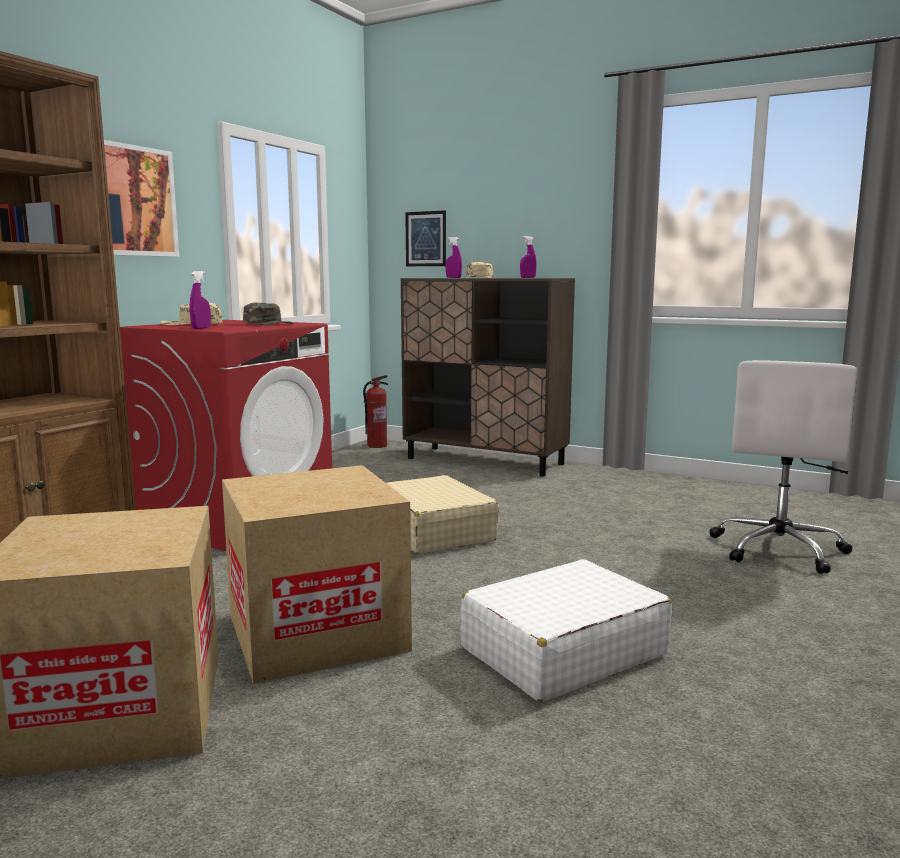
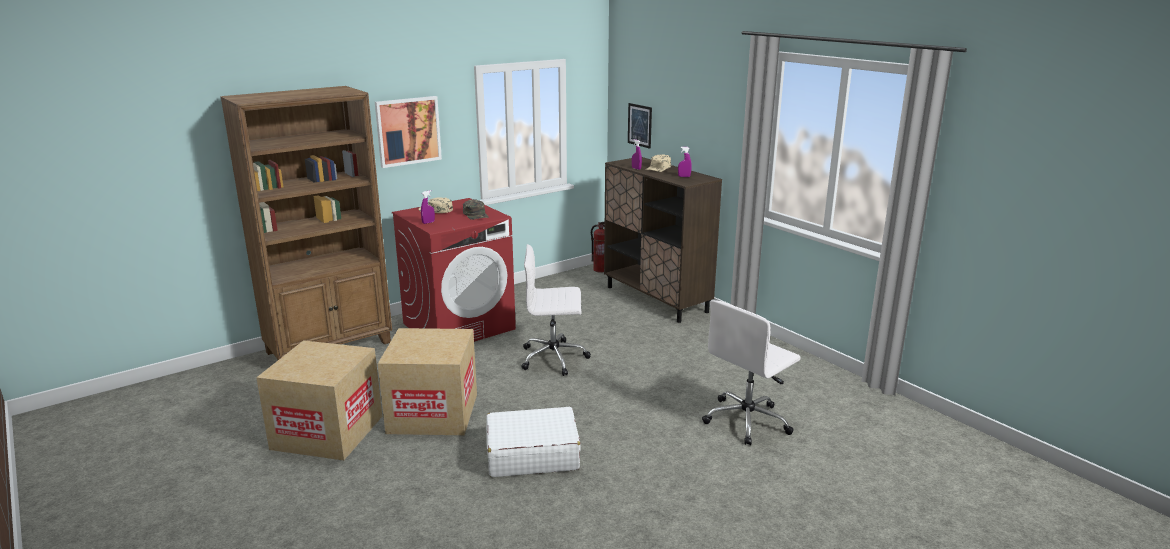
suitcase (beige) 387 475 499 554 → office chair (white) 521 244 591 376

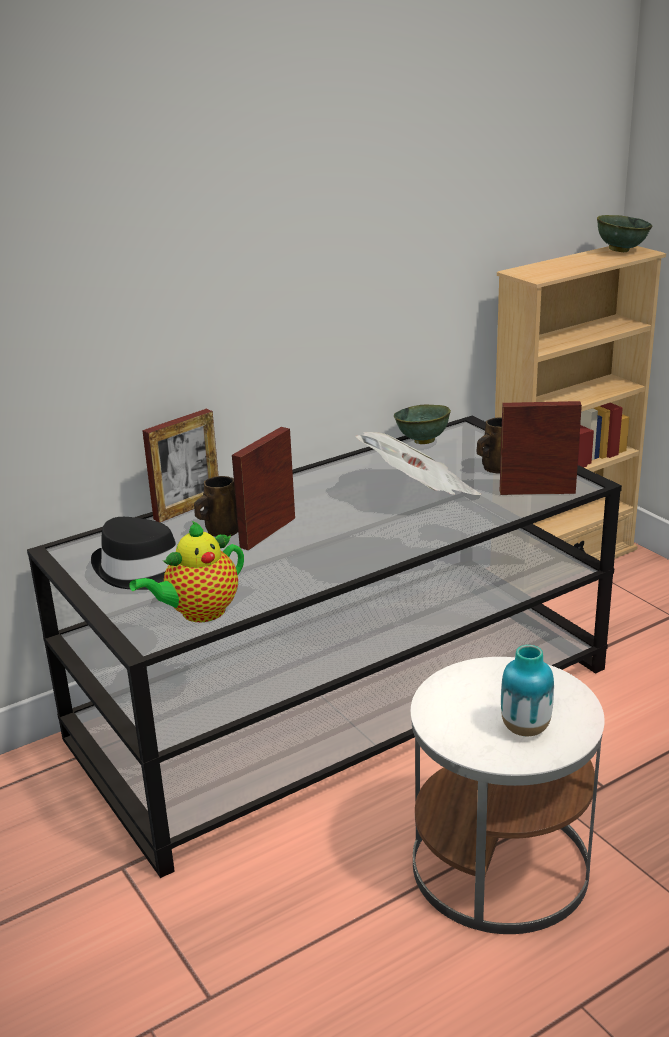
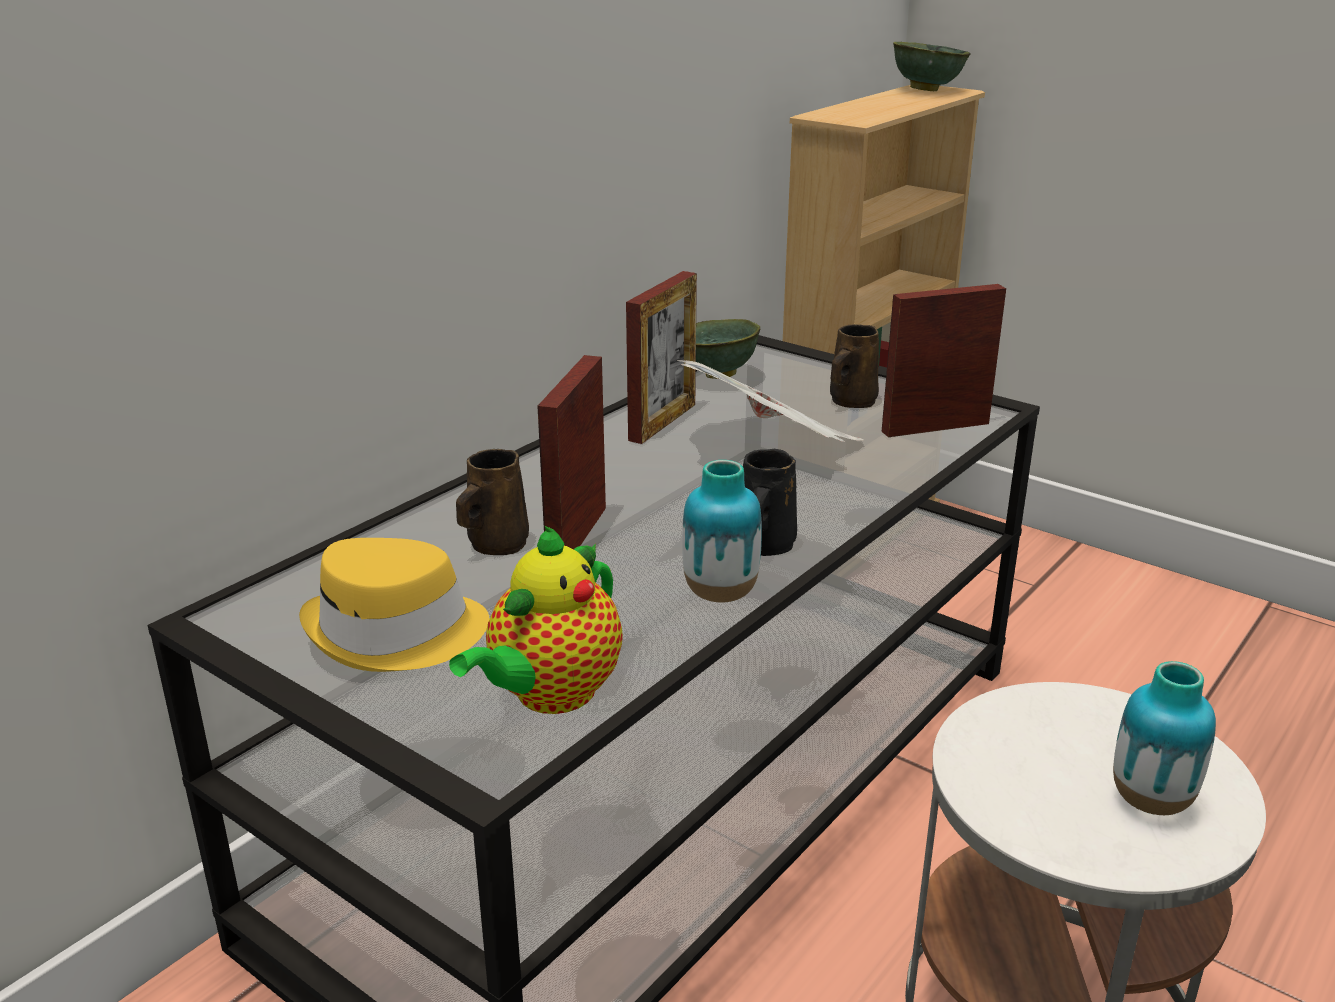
hat (black) 91 517 177 590 → hat (yellow) 299 538 489 672
picture frame 142 409 219 522 → picture frame 626 271 697 444, shifted
- → vase 682 460 762 603
- → mug (black) 743 449 797 556

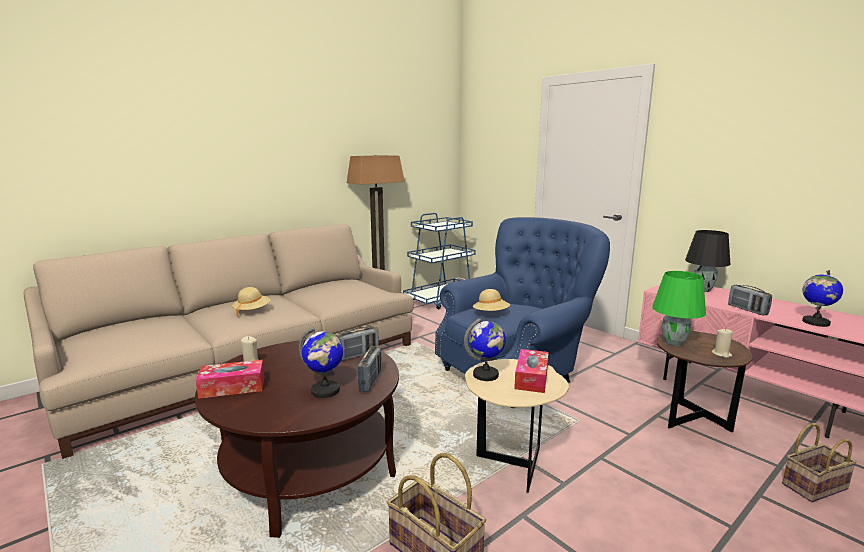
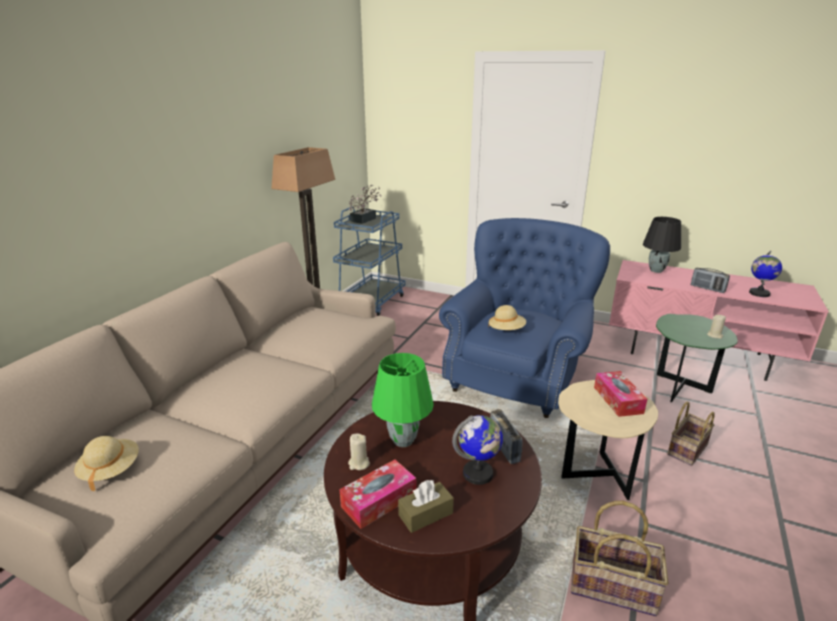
hat (beige) 232 287 271 316 → hat (beige) 74 436 139 492, shifted
- → potted plant 349 185 381 224
table lamp (green) 652 271 706 346 → table lamp (green) 372 353 434 447, shifted
- → tissue box (brown) 398 480 454 533
side table (brown) 657 330 753 432 → side table (green) 656 314 738 403
basket 782 423 857 502 → basket 667 402 715 466, shifted
radio 336 327 379 361 → -
globe 464 318 506 381 → -

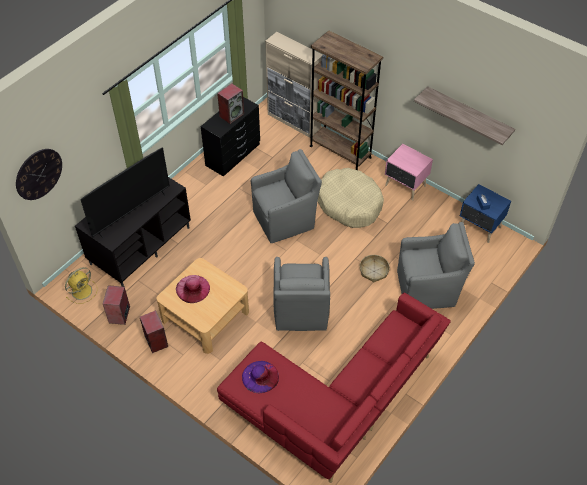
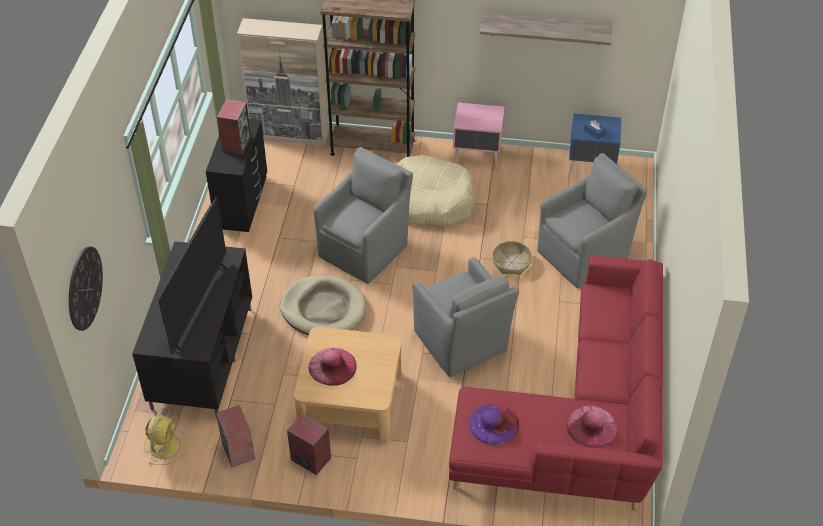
- → dog bed (beige) 280 275 366 335
- → hat (pink) 567 406 617 448

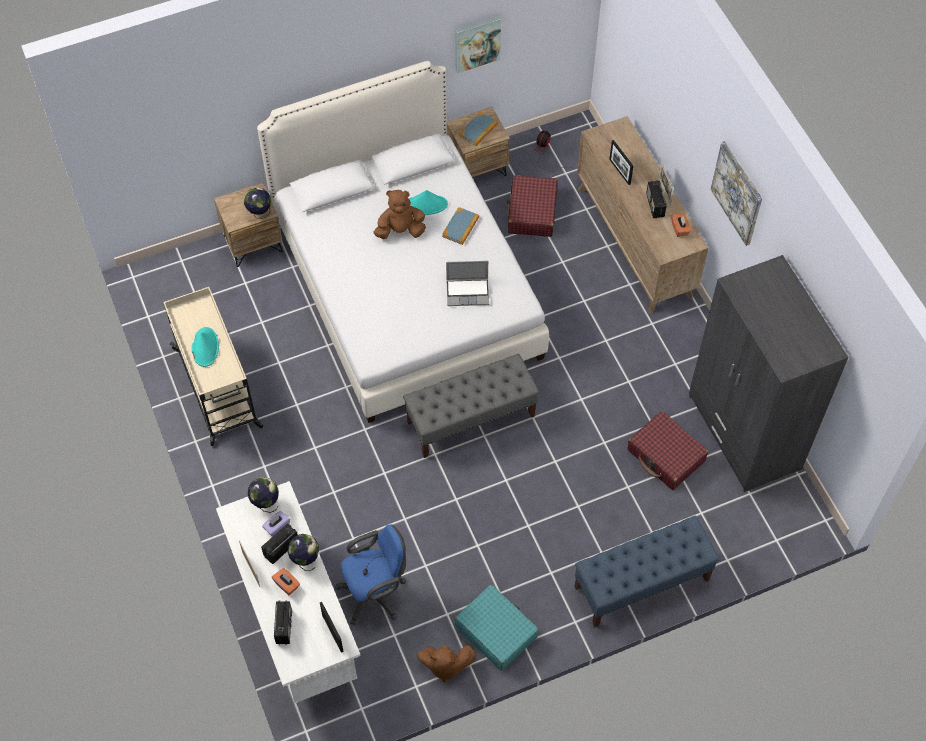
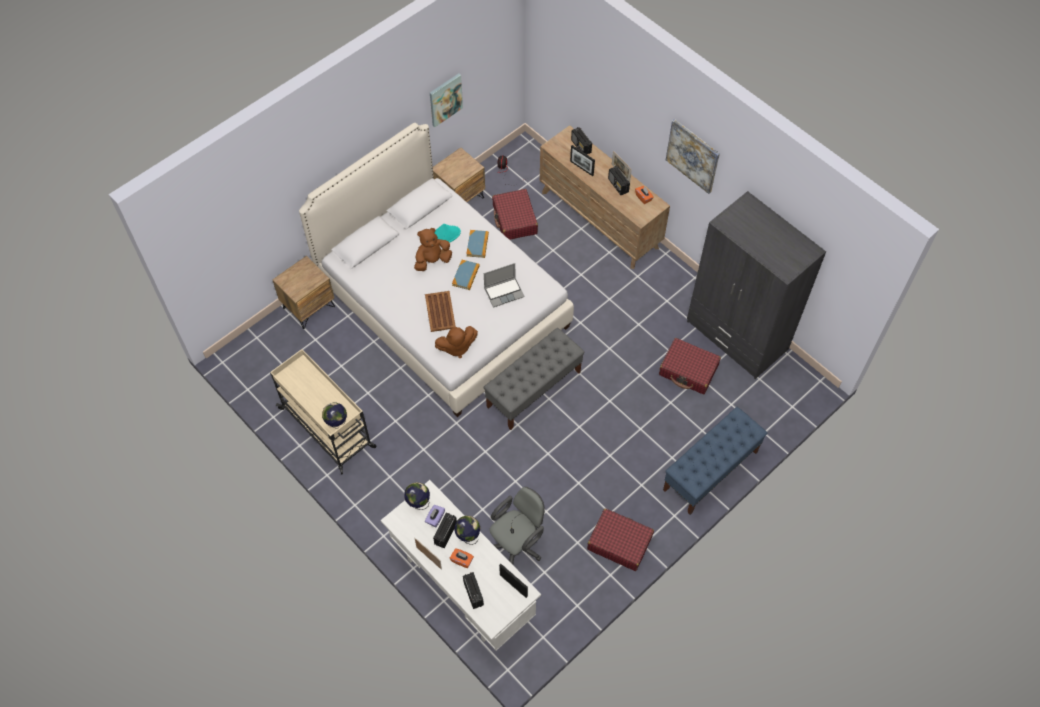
globe 244 187 271 219 → globe 322 403 347 429, shifted
- → tray (brown) 425 291 456 332
plush toy (brown) 417 645 476 682 → plush toy (brown) 435 326 478 358, shifted
book 459 112 498 146 → book 452 260 480 290, shifted
office chair (blue) 335 524 407 625 → office chair (grey) 489 487 544 565
- → radio 571 127 592 154
suitcase (turquoise) 454 585 539 671 → suitcase (red) 587 509 654 571
hat (turquoise) 192 327 219 367 → -

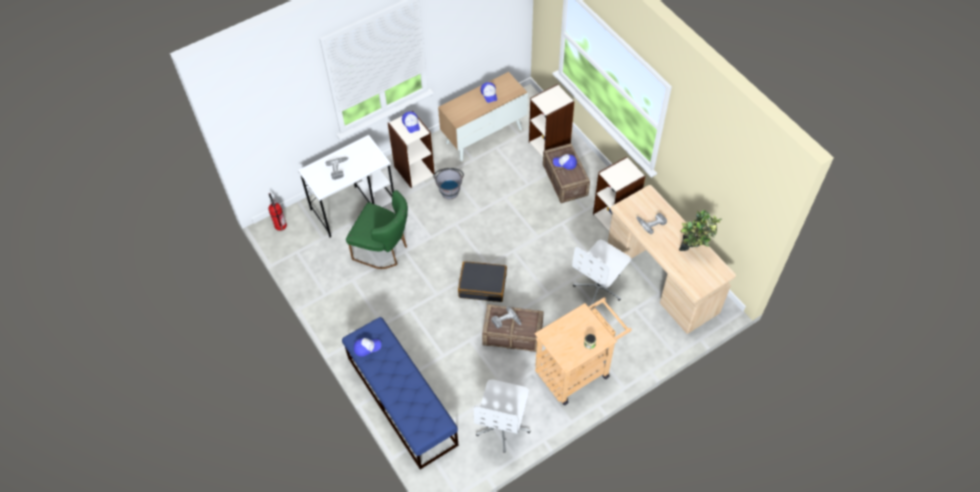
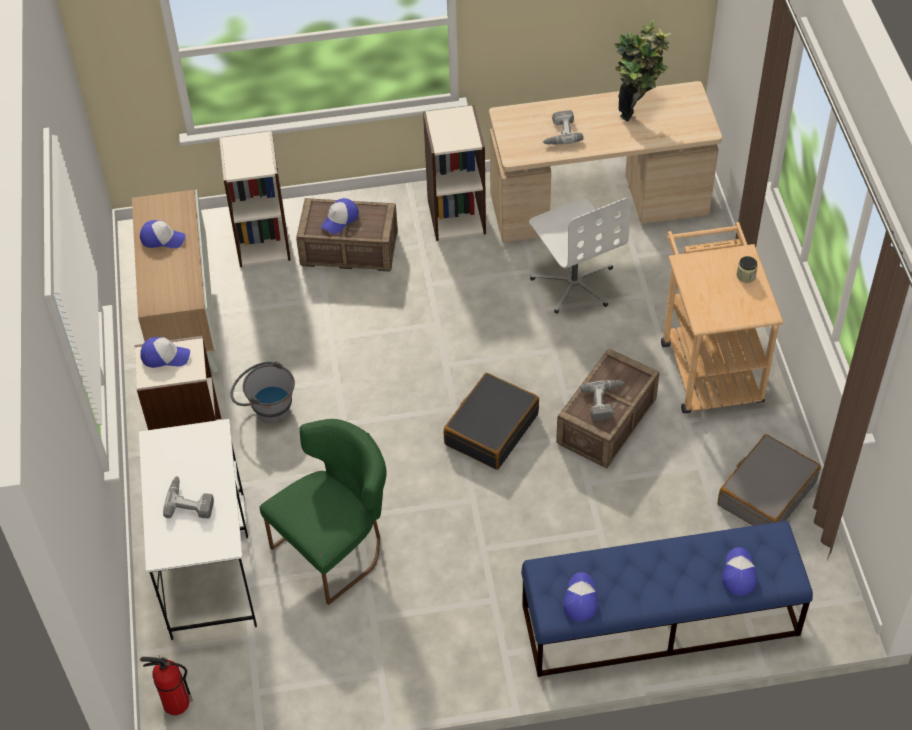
office chair (white) 474 379 530 452 → suitcase (grey) 718 434 821 526
- → cap 722 547 757 596

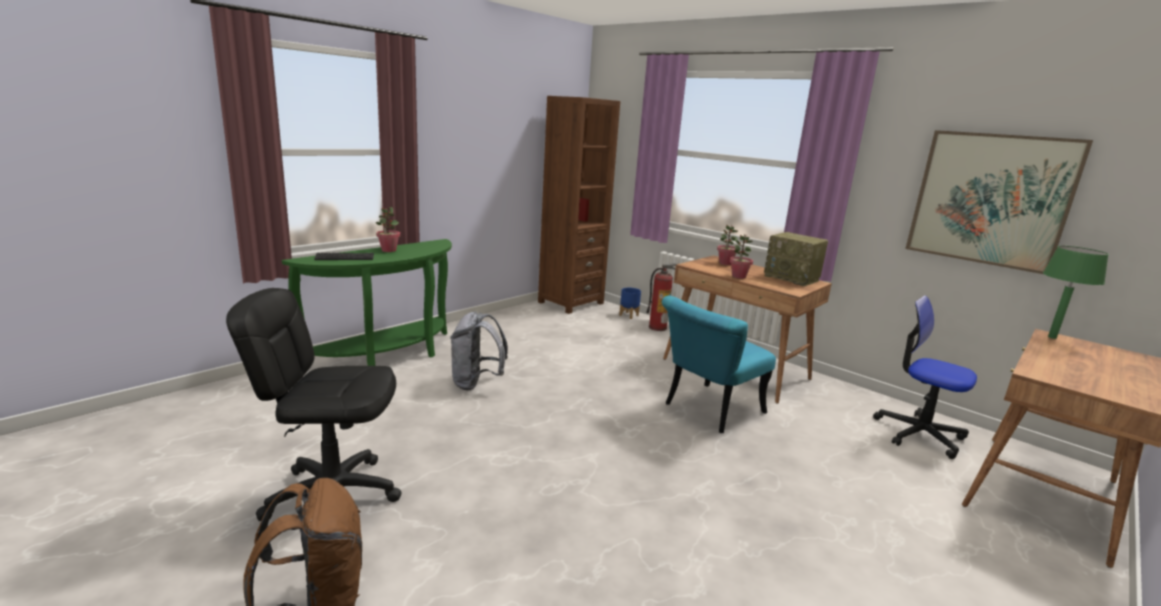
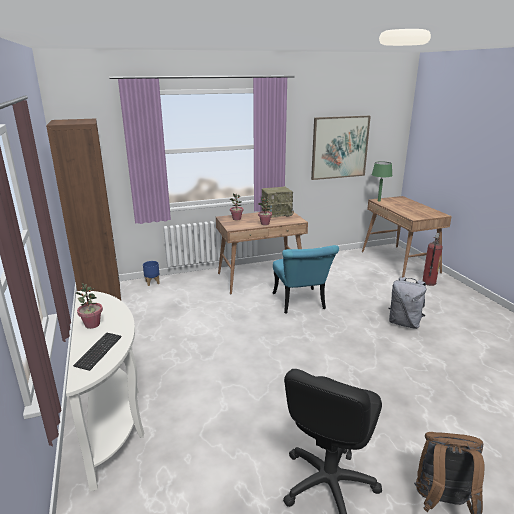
console table (green) 282 239 452 366 → console table (white) 66 291 144 491
backpack (grey) 450 312 508 390 → backpack (grey) 389 277 426 329, shifted
fire extinguisher 646 263 678 331 → fire extinguisher 422 233 443 286, shifted
office chair 873 295 977 459 → -

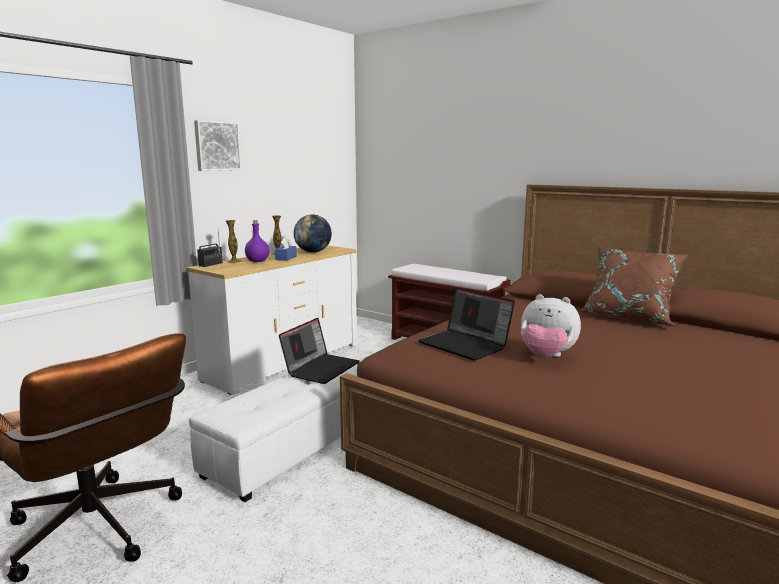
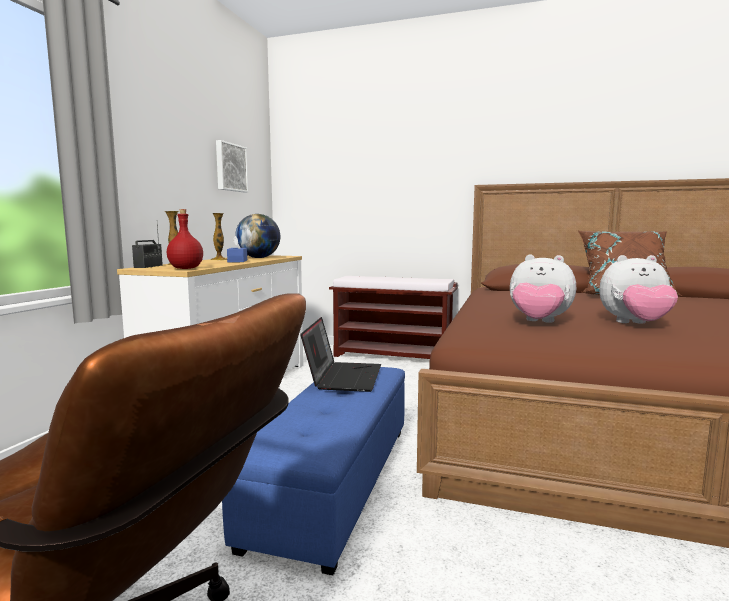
- → bottle (red) 167 209 203 269
picture 194 120 241 171 → picture 216 140 248 192, shifted
ottoman (white) 189 355 360 502 → ottoman (blue) 222 367 405 576
laptop 418 288 515 361 → plush toy 510 255 576 323
bottle (purple) 245 220 269 262 → -

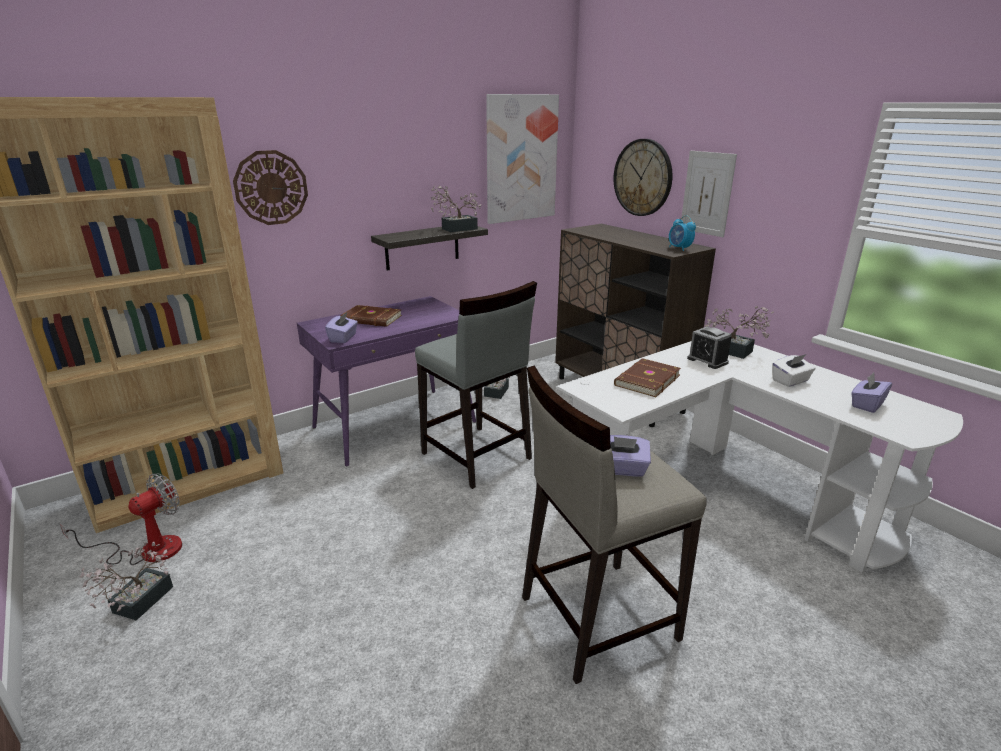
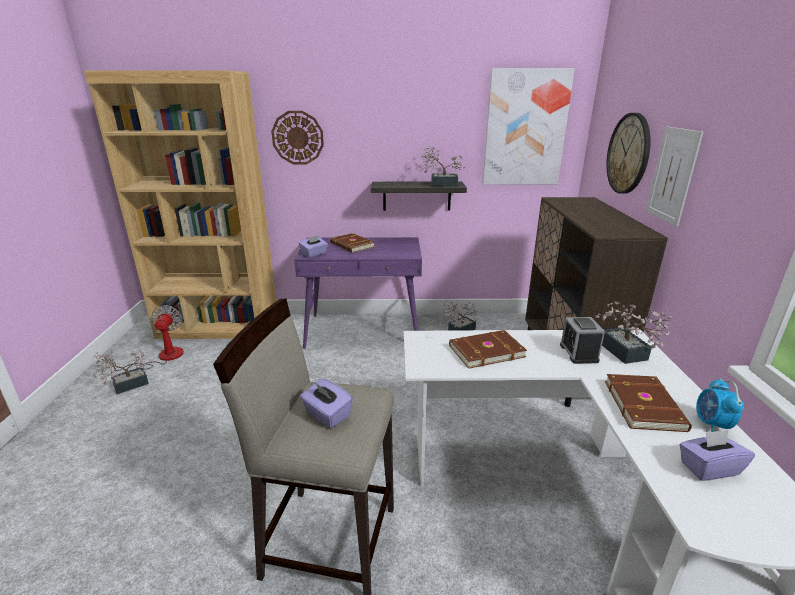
fan 60 473 182 565 → fan 104 305 184 371, 75 degrees counterclockwise
tissue box (white) 772 354 816 387 → book (brown) 605 374 692 432
alarm clock 669 216 696 251 → alarm clock 696 378 744 432, shifted
stool (grey) 415 281 537 489 → -

